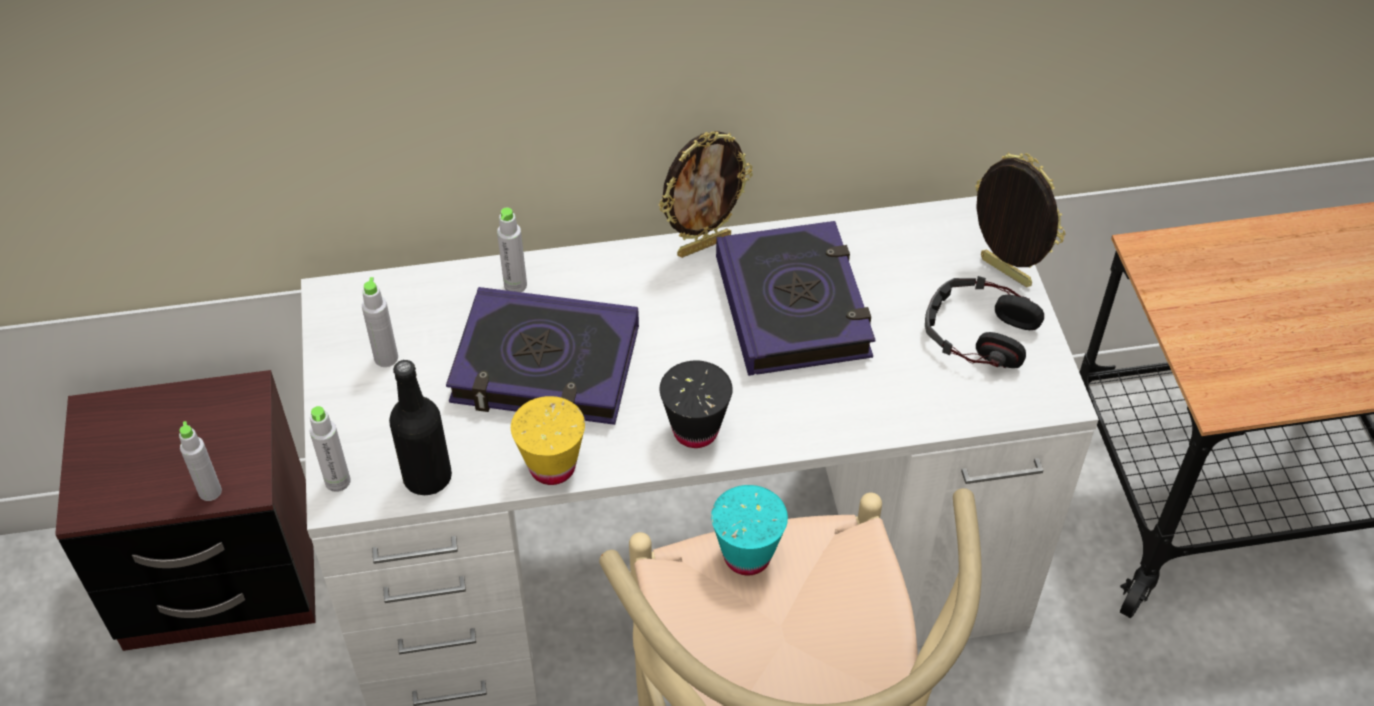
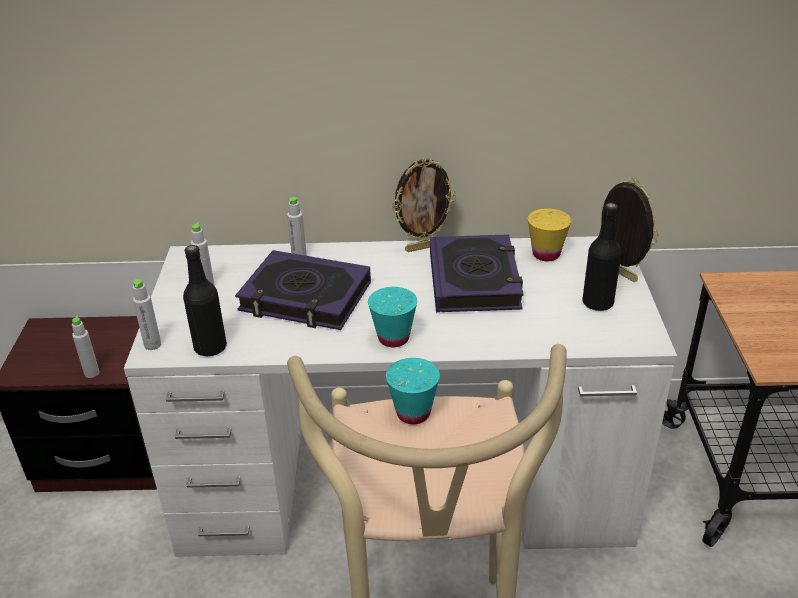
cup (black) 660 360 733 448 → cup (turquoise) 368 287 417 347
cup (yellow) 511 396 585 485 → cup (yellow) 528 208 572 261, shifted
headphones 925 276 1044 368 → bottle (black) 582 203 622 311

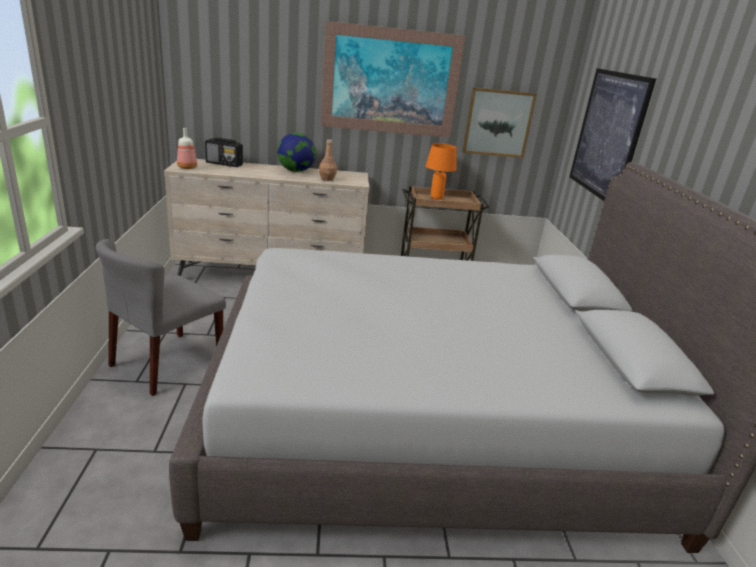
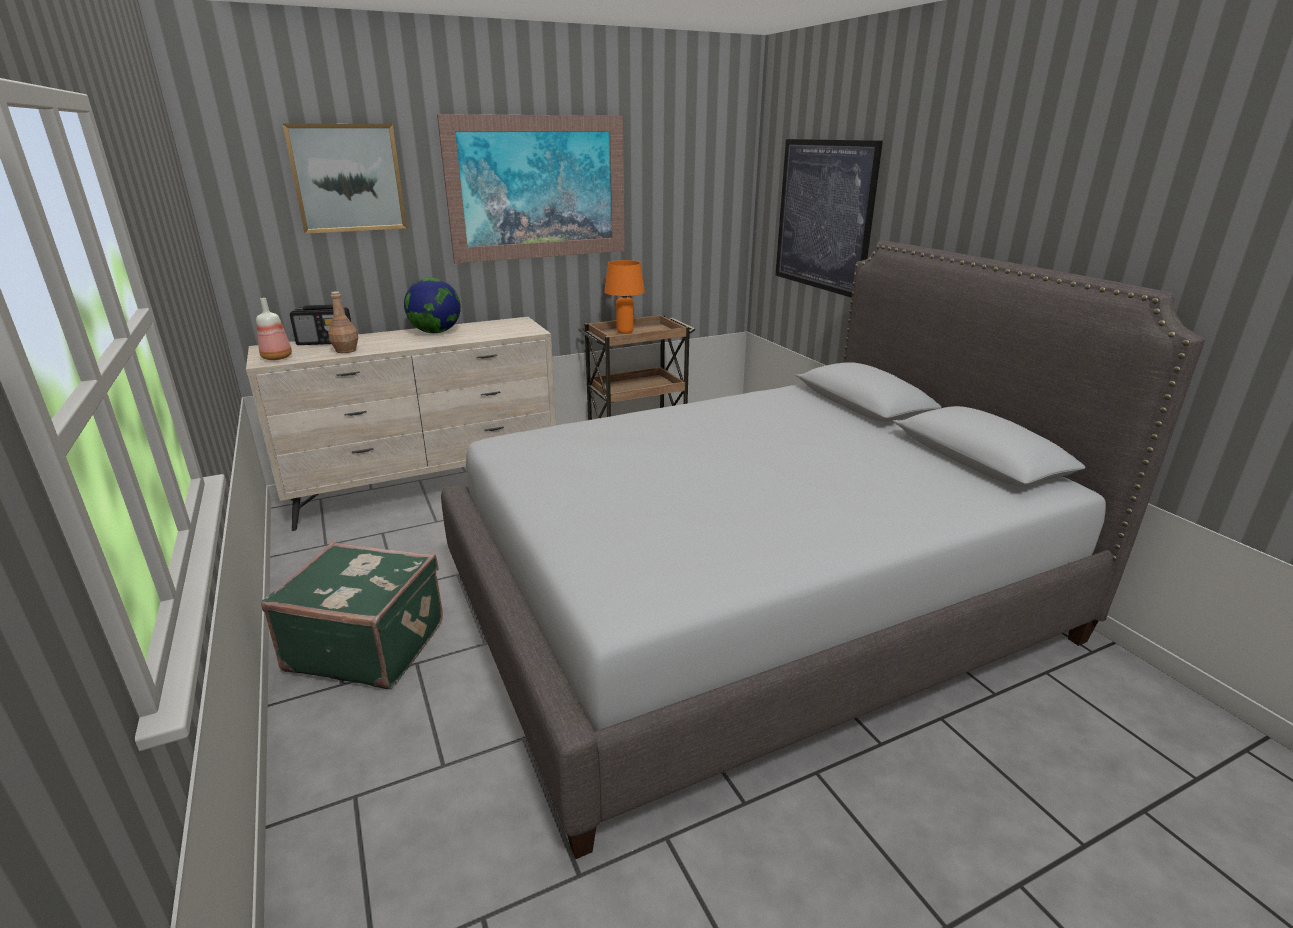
chair (grey) 96 239 226 396 → suitcase (green) 261 542 443 689
picture 462 87 537 158 → picture 282 123 407 234, shifted
bottle (brown) 319 140 337 181 → bottle (brown) 328 291 358 353, shifted

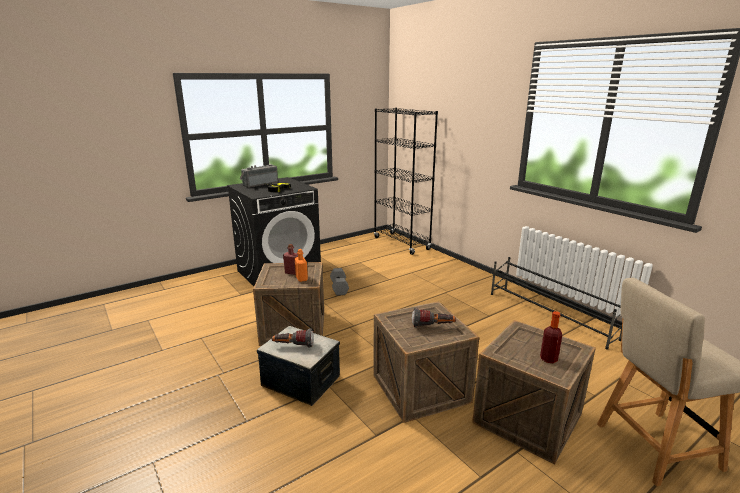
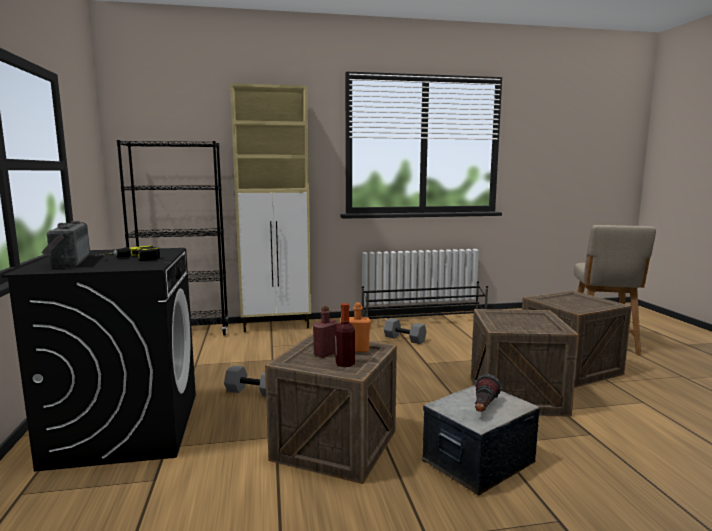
- → cabinet (beige) 230 83 311 332
bottle 540 311 562 363 → bottle 335 303 355 367, shifted
- → dumbbell (grey) 384 318 427 344
flashlight 412 308 456 328 → -

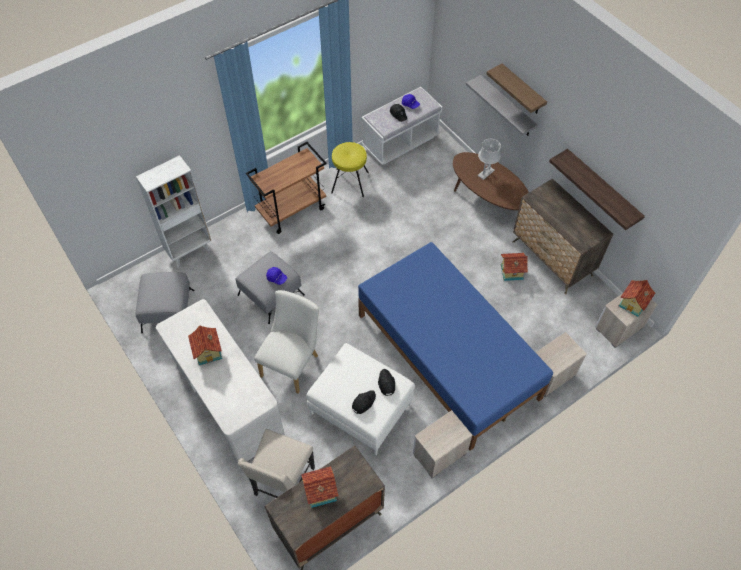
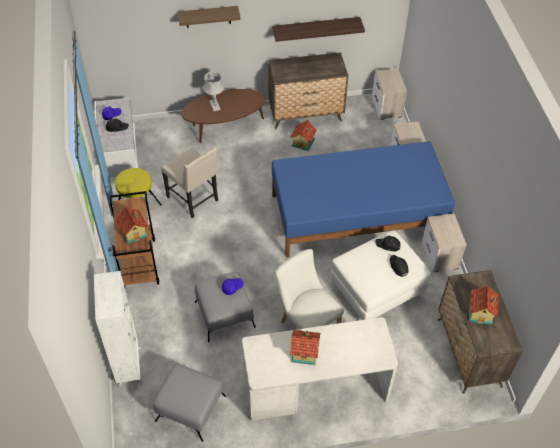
toy house 619 280 655 317 → toy house 115 207 148 244, shifted
chair (beige) 238 429 315 498 → chair (beige) 161 146 218 218, shifted
shelf (grey) 466 75 538 136 → -

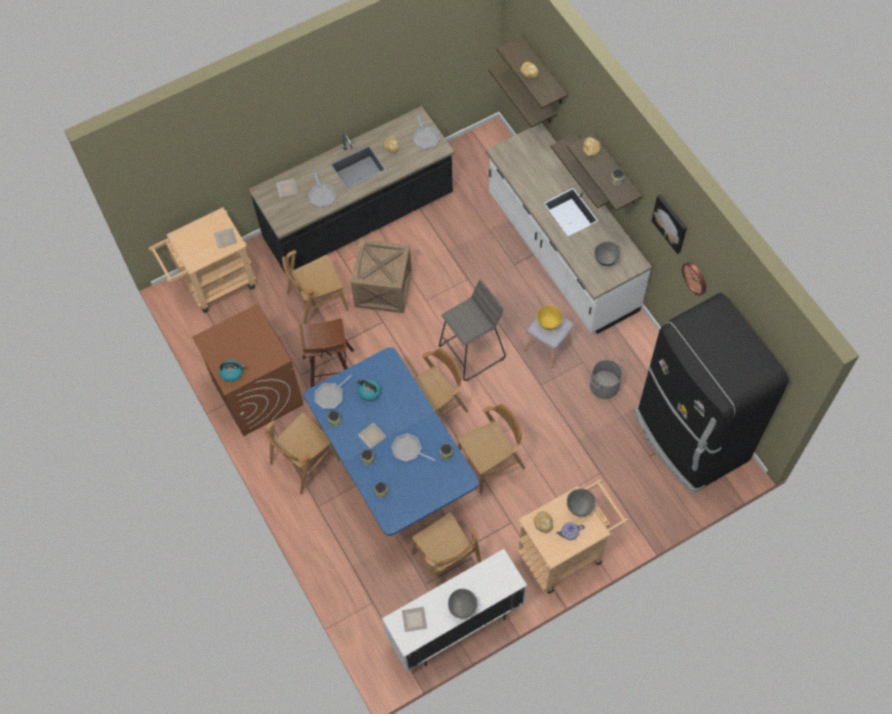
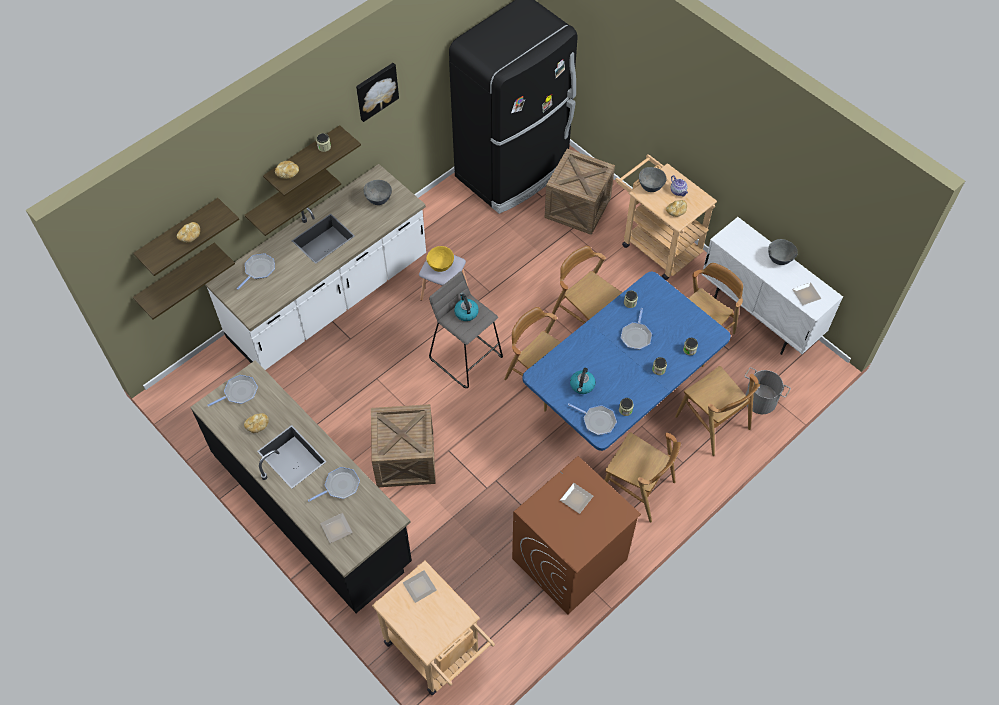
- → frying pan 237 253 275 290
kettle 219 360 245 382 → kettle 454 293 479 321, shifted
- → crate 545 149 615 235
plate 358 422 387 449 → plate 560 483 593 514, shifted
chair (brown) 282 250 349 324 → chair (brown) 675 366 760 456, shifted
bucket (grey) 590 355 626 399 → bucket (grey) 745 367 791 414, shifted
stool 300 318 354 387 → -
wall clock 682 262 706 296 → -

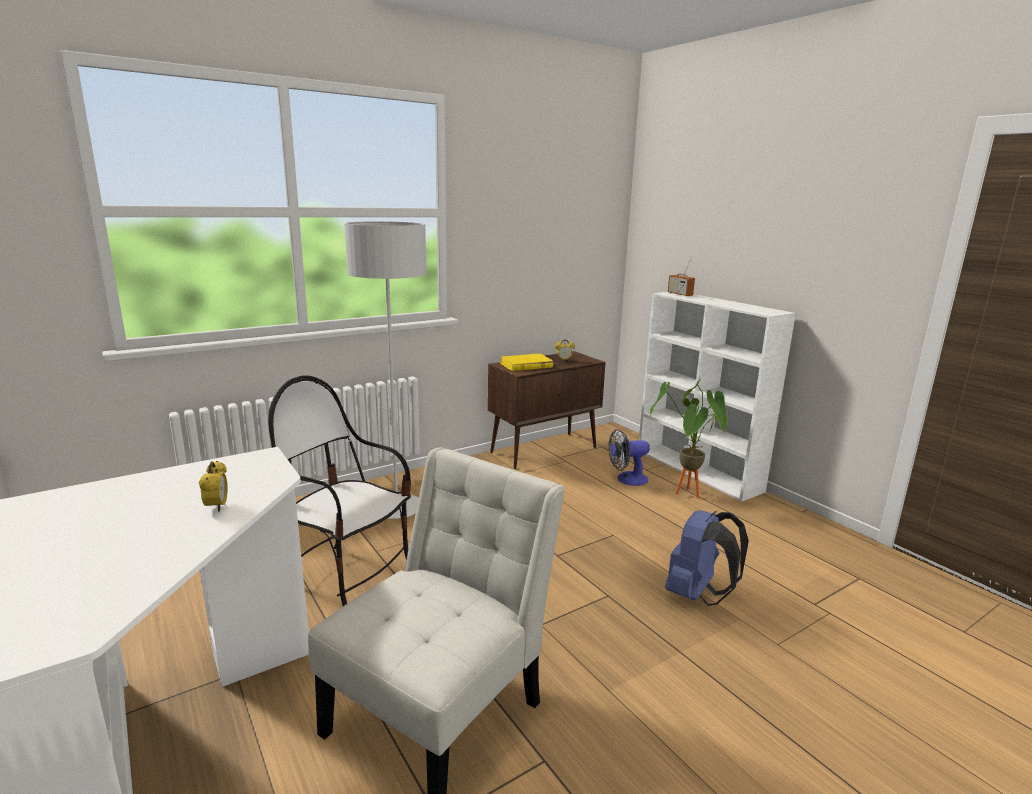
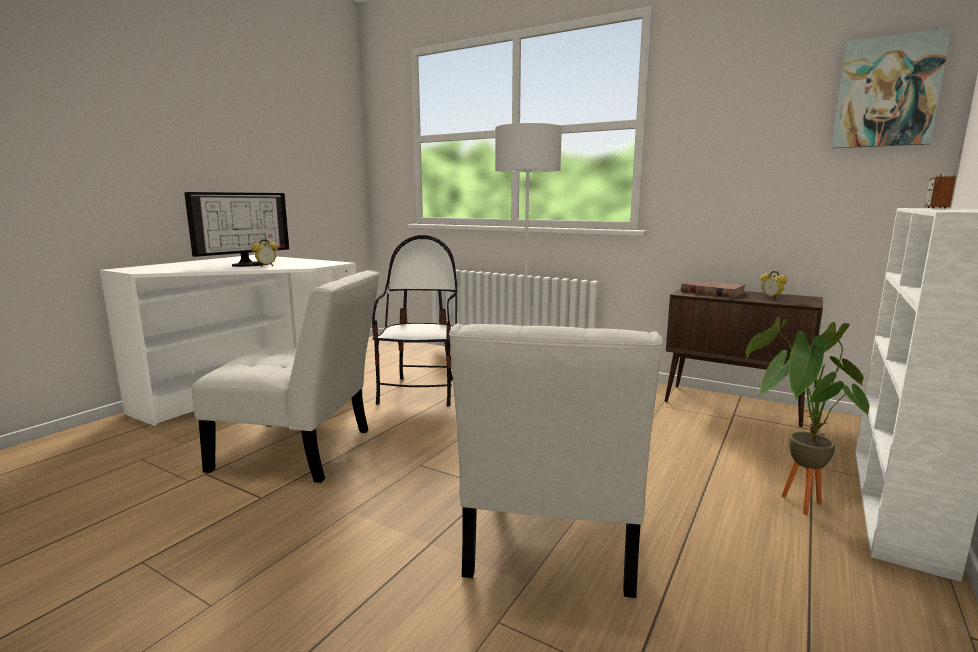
- → monitor 184 192 289 267
backpack (blue) 665 511 749 606 → chair (white) 449 324 663 598
book (yellow) 500 353 553 371 → book (brown) 681 280 746 298
- → picture 831 28 952 148
fan 608 429 650 486 → -

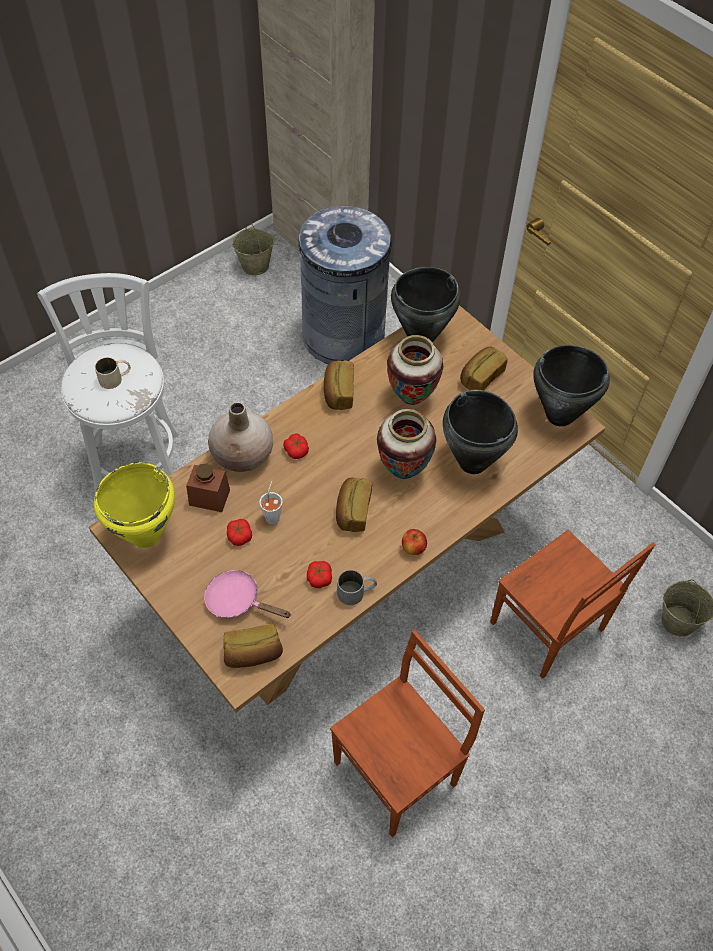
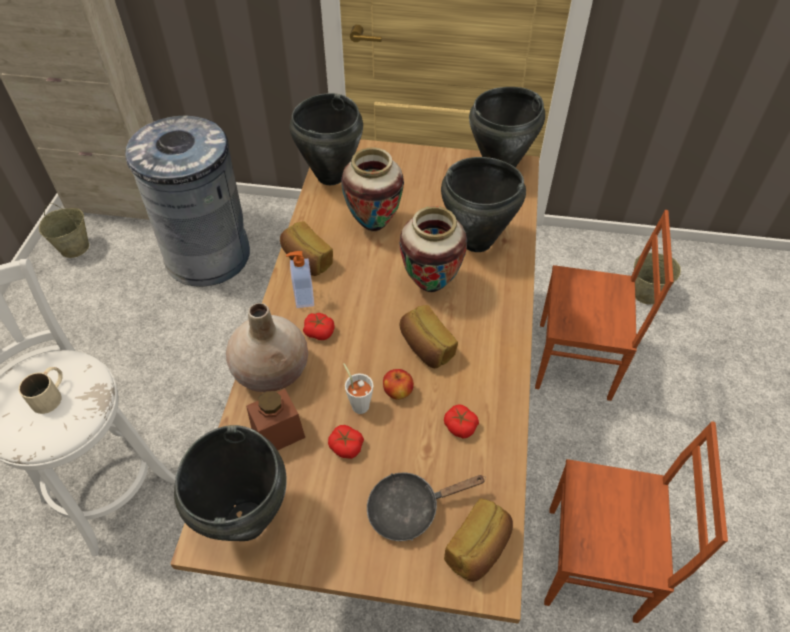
cooking pot (yellow) 94 462 175 548 → cooking pot (black) 174 425 286 541
- → soap dispenser 286 251 314 308
frying pan (pink) 204 570 291 618 → frying pan (black) 367 472 486 541
apple 402 529 427 555 → apple 383 369 414 400, shifted
chair (brown) 330 630 485 837 → chair (brown) 544 421 728 623, 90 degrees clockwise
mug (grey) 337 569 377 605 → -
bread 460 346 508 390 → -

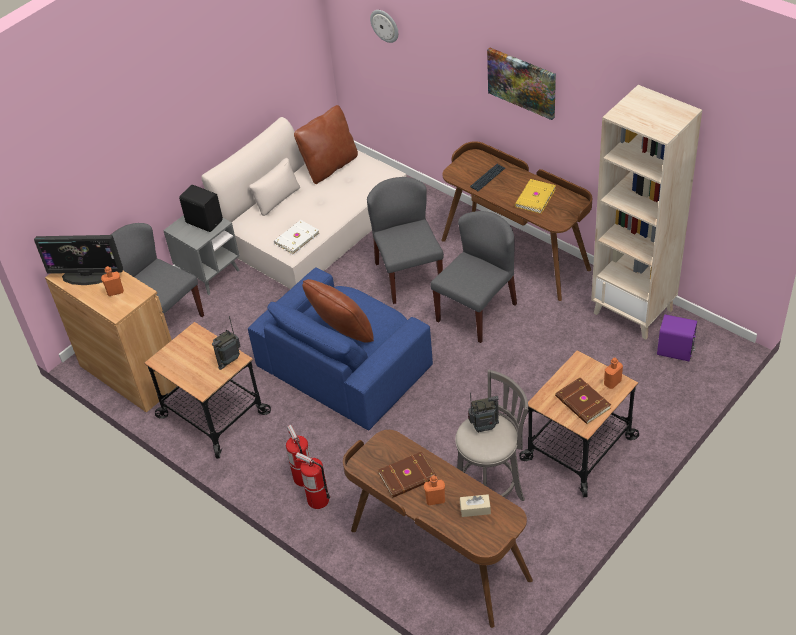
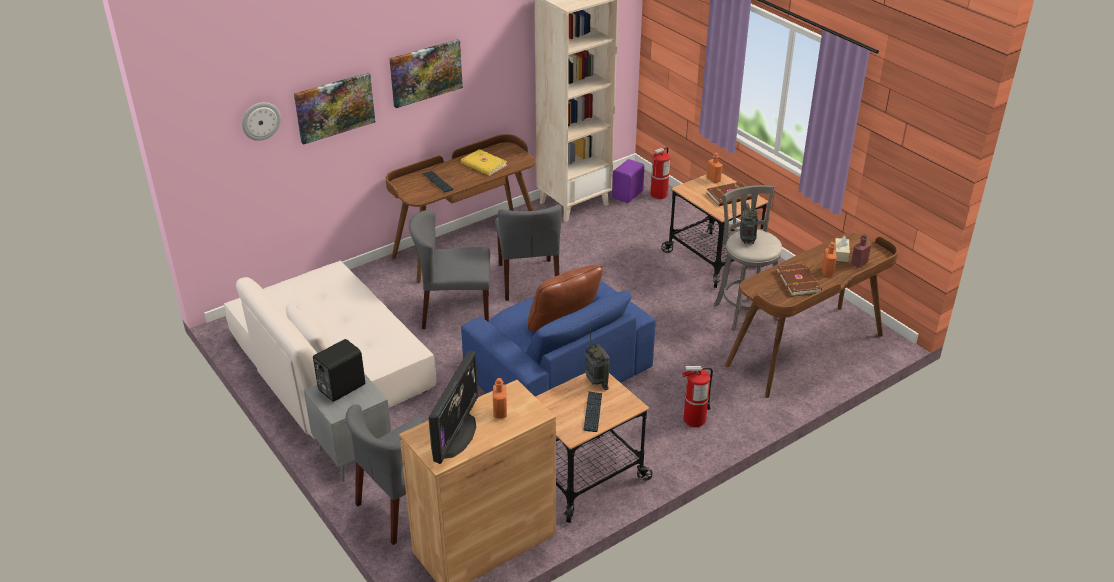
- → picture 294 73 375 145
chair (grey) 430 211 517 343 → chair (grey) 495 205 562 301, 150 degrees counterclockwise
- → keyboard 583 391 602 432
fire extinguisher 295 452 331 509 → fire extinguisher 651 147 670 199, shifted
- → bottle (red) 851 234 871 268
book (white) 274 220 320 255 → -
pillow (brown) 294 105 358 184 → -

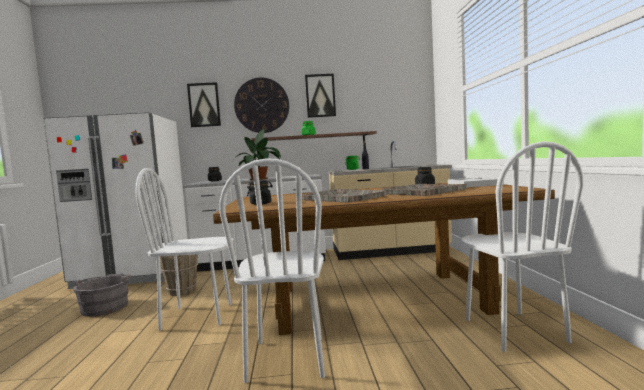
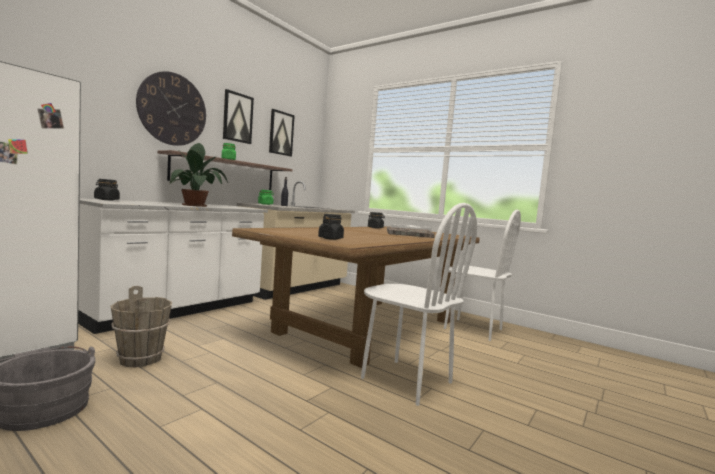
picture 187 82 221 127 → picture 269 109 295 157, shifted
chair (white) 135 168 233 331 → -
tray (grey) 302 189 387 203 → -

